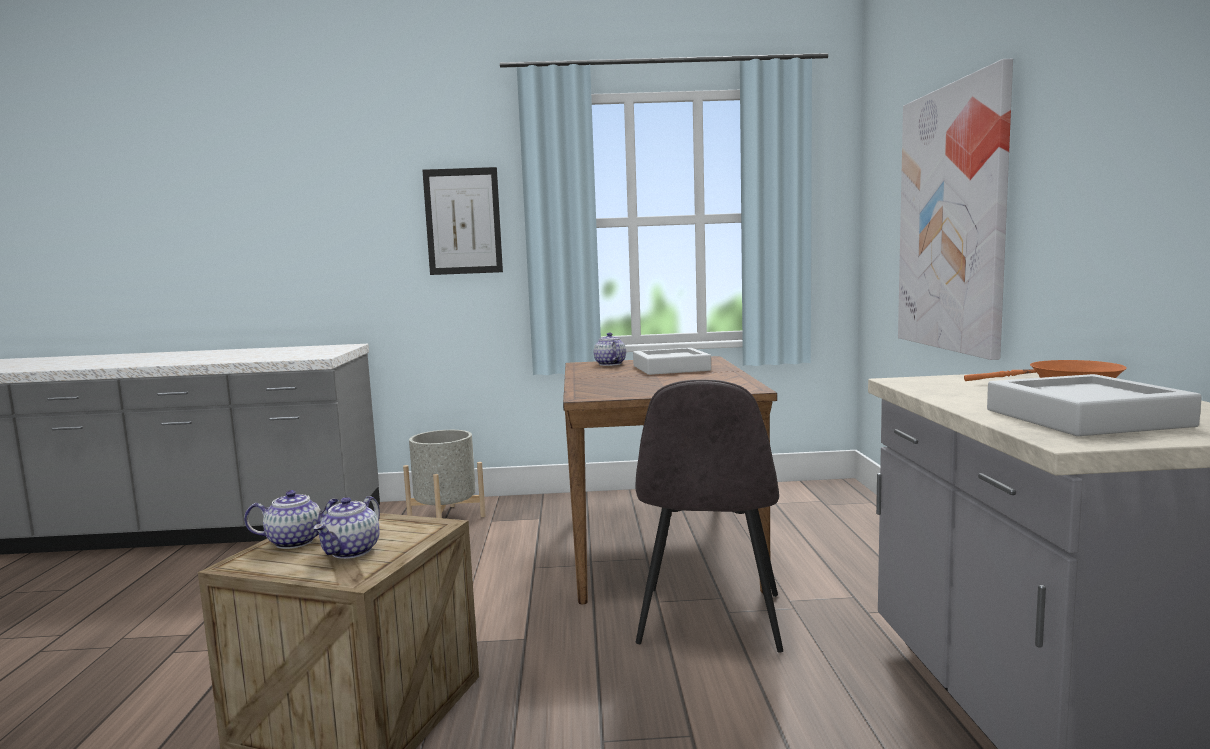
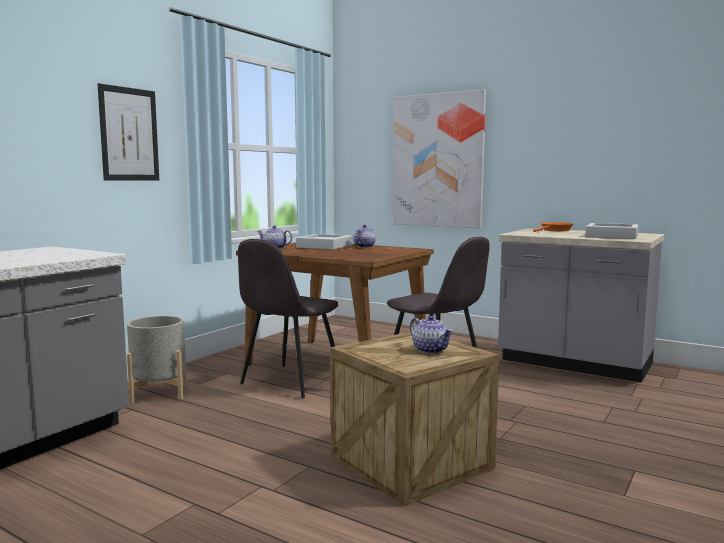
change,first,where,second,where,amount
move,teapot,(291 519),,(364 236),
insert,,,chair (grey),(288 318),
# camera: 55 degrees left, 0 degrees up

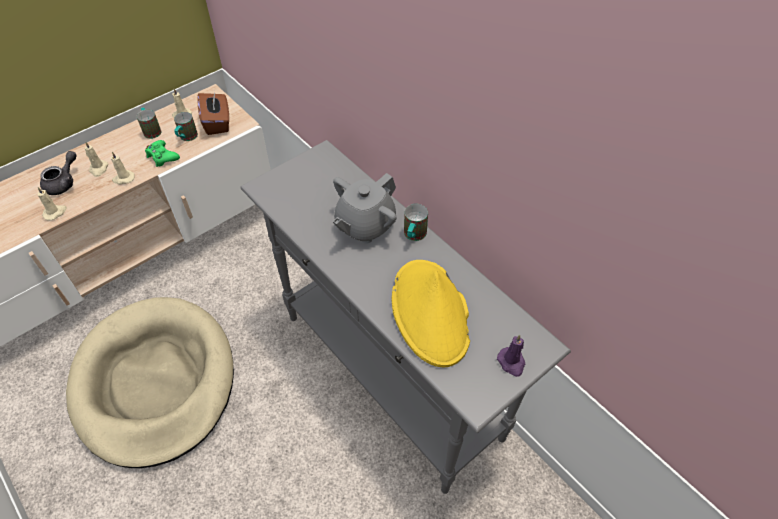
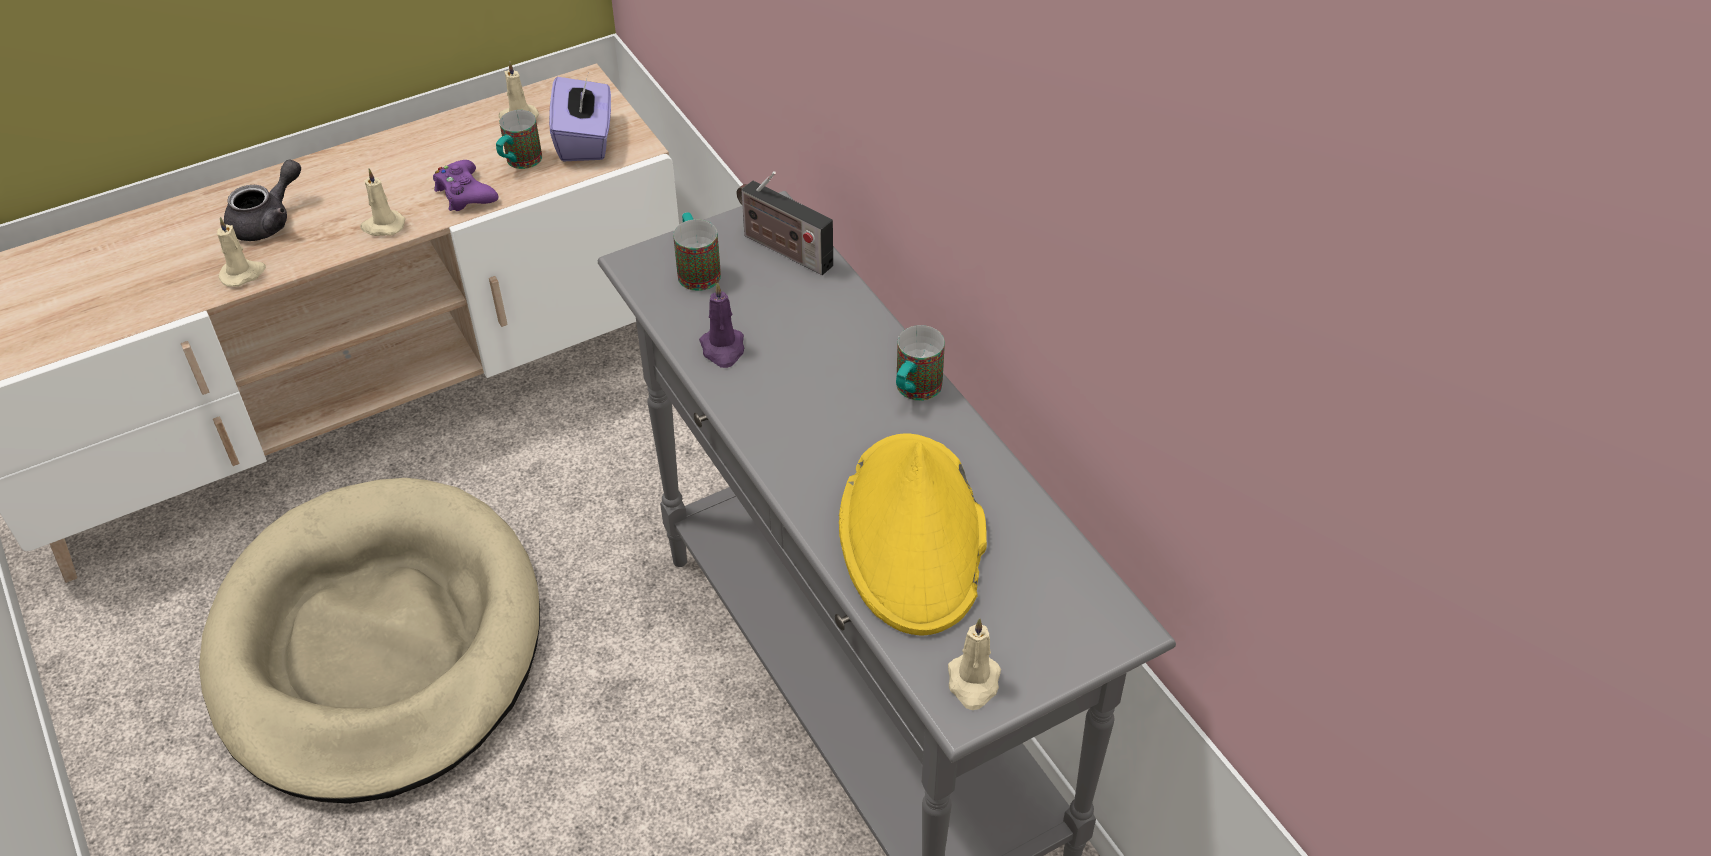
change,first,where,second,where,amount
recolor,tissue box (brown),(213 113),tissue box (purple),(580 119),
move,mug,(149 123),,(697 251),
recolor,game controller (green),(162 153),game controller (purple),(466 185),
move,candle (beige),(96 159),,(974 664),
delete,teapot (grey),(365 208),,,
move,candle (purple),(511 356),,(721 325),
insert,,,radio,(784 223),
# camera: 10 degrees right, 5 degrees down

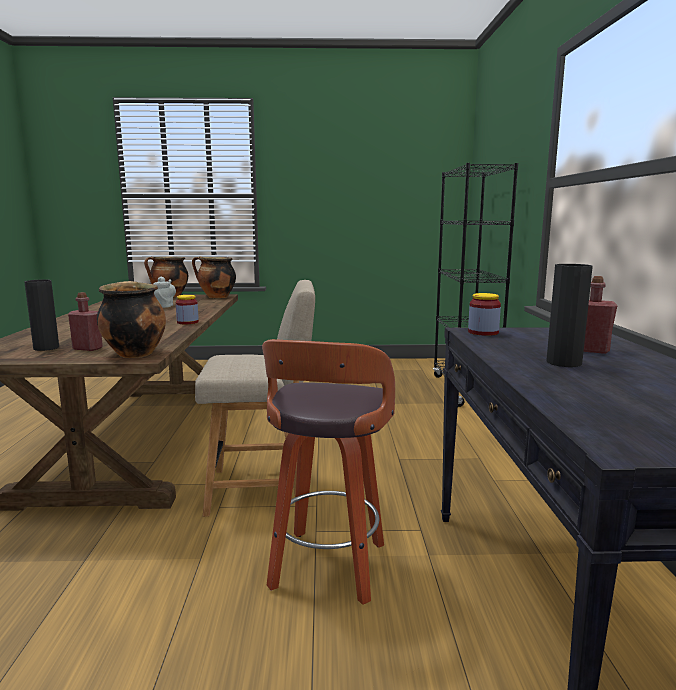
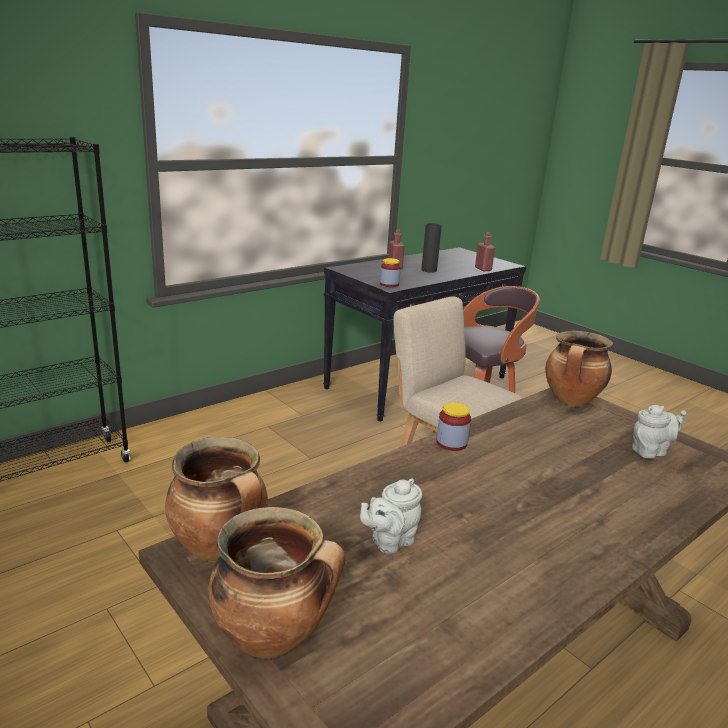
change,first,where,second,where,amount
replace,vase (black),(41 315),teapot (grey),(659 432),
move,bottle (red),(85 321),,(485 251),
# camera: 130 degrees left, 10 degrees up

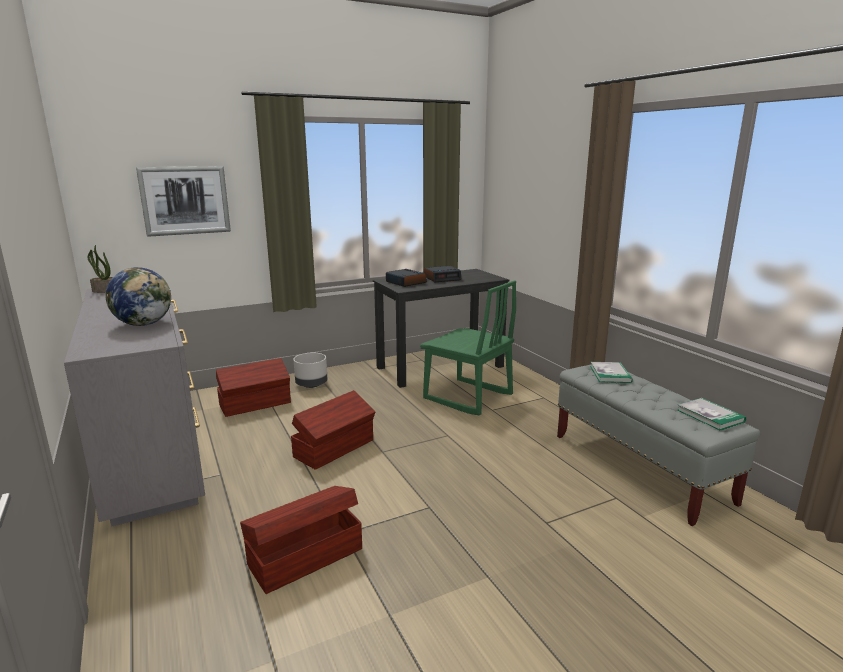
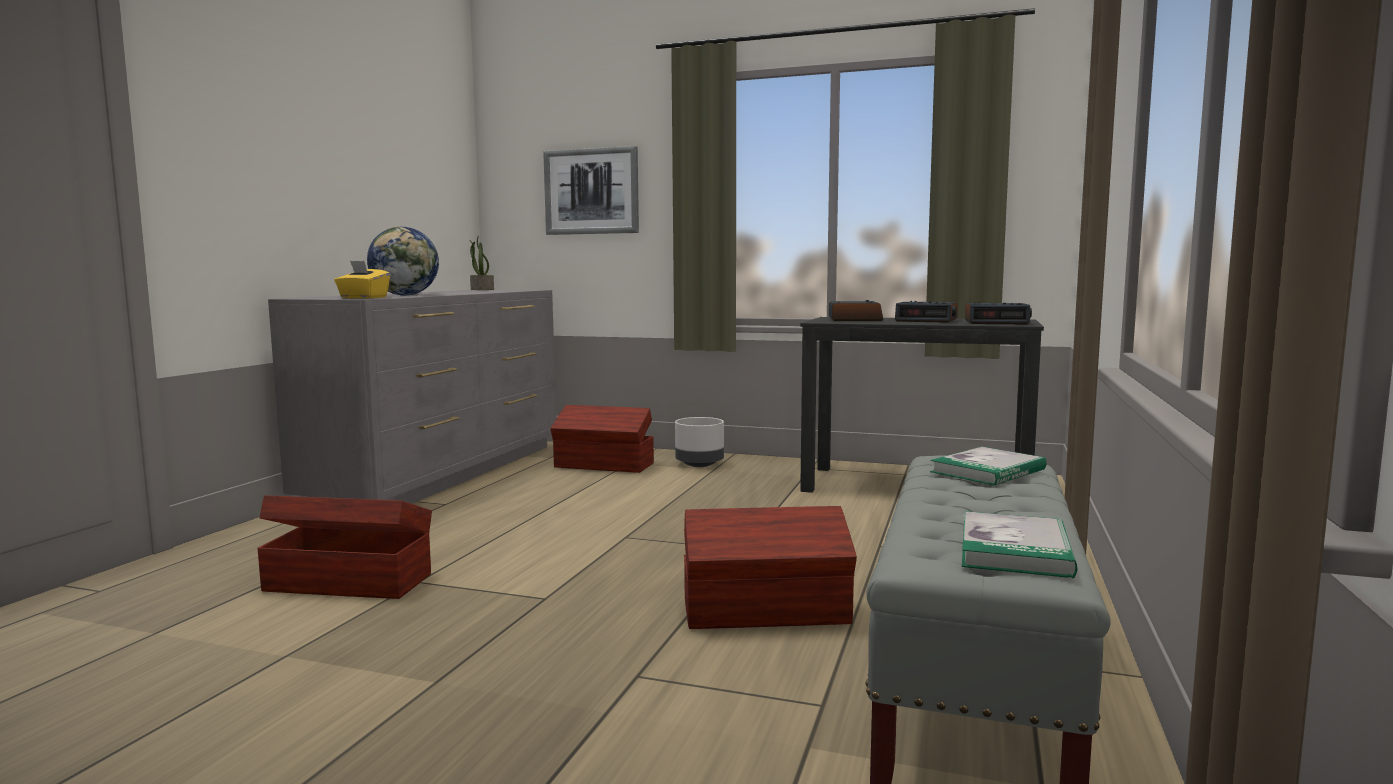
change,first,where,second,where,amount
delete,chair (green),(468 347),,,
move,storage box (brown),(333 430),,(770 567),
insert,,,tissue box (yellow),(362 280),
insert,,,alarm clock,(998 313),
# camera: 45 degrees right, 10 degrees down

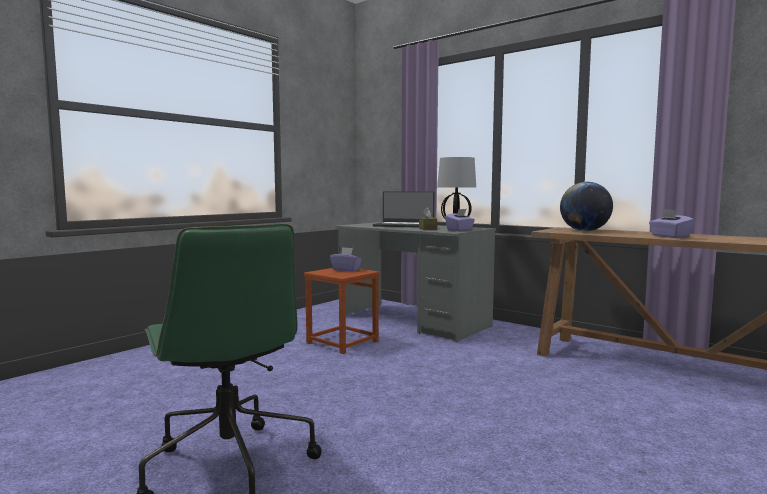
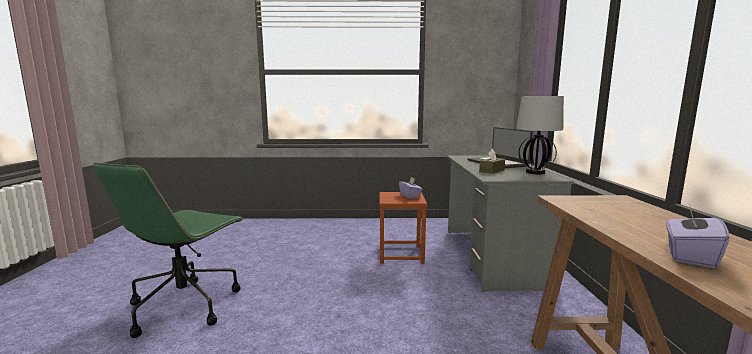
change,first,where,second,where,amount
delete,globe,(586 206),,,
delete,tissue box (purple),(460 220),,,
# camera: 50 degrees right, 5 degrees up

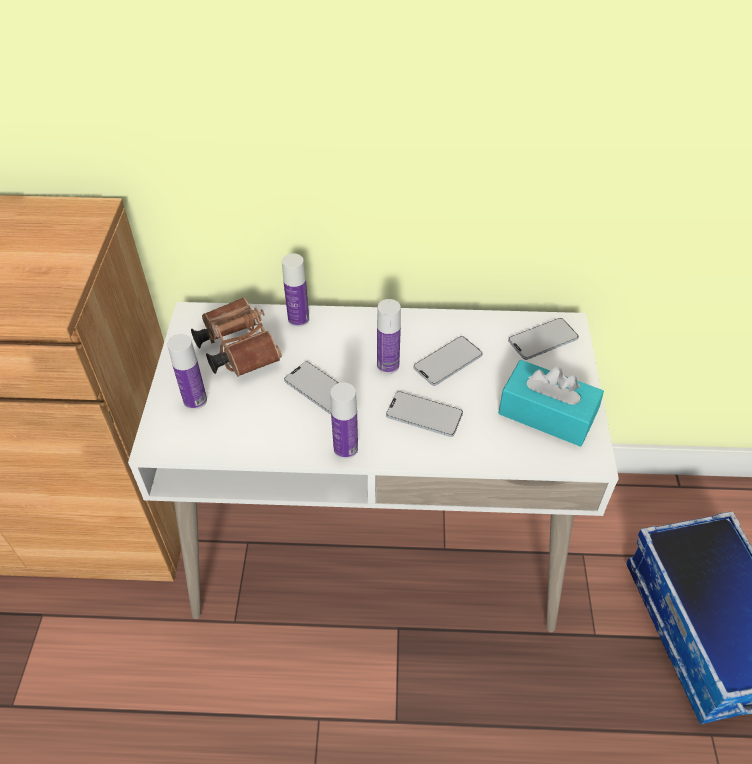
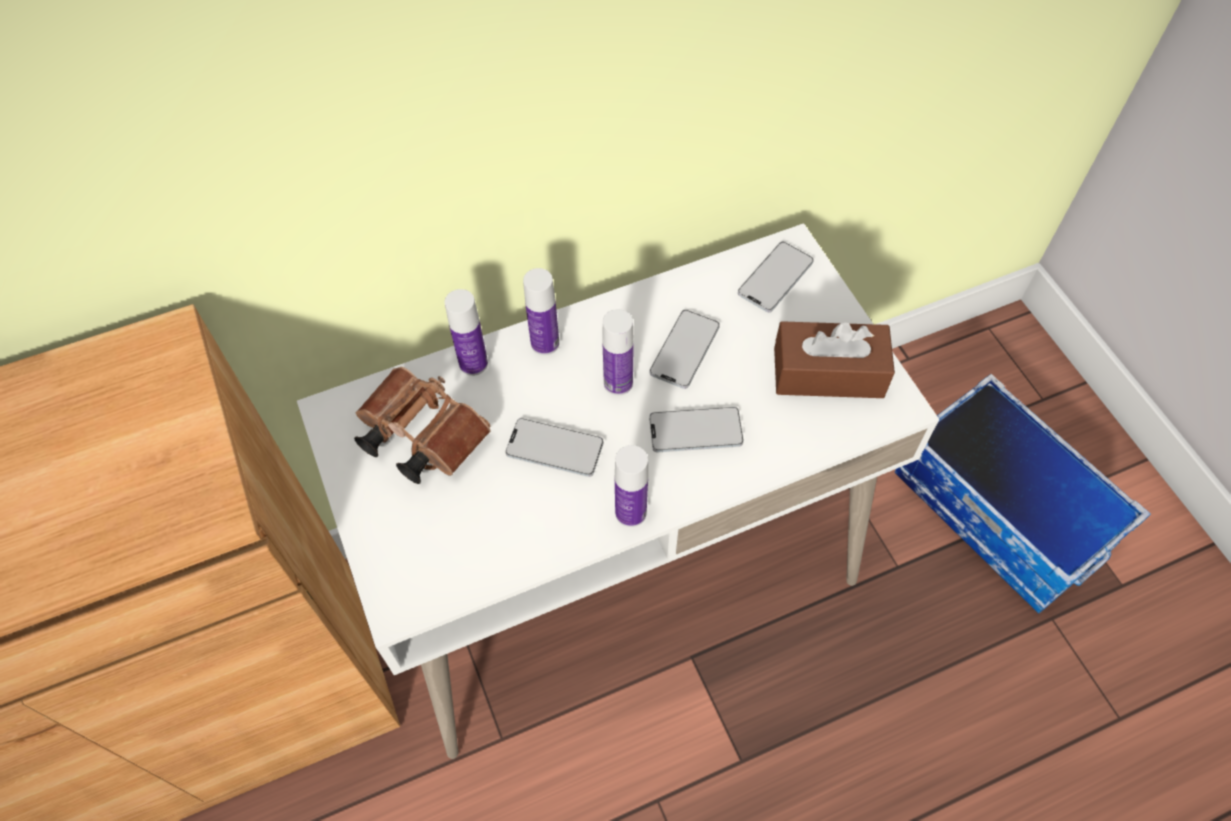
change,first,where,second,where,amount
move,bottle,(187 372),,(541 311),
recolor,tissue box (turquoise),(551 403),tissue box (brown),(834 359),
# camera: 25 degrees left, 10 degrees up

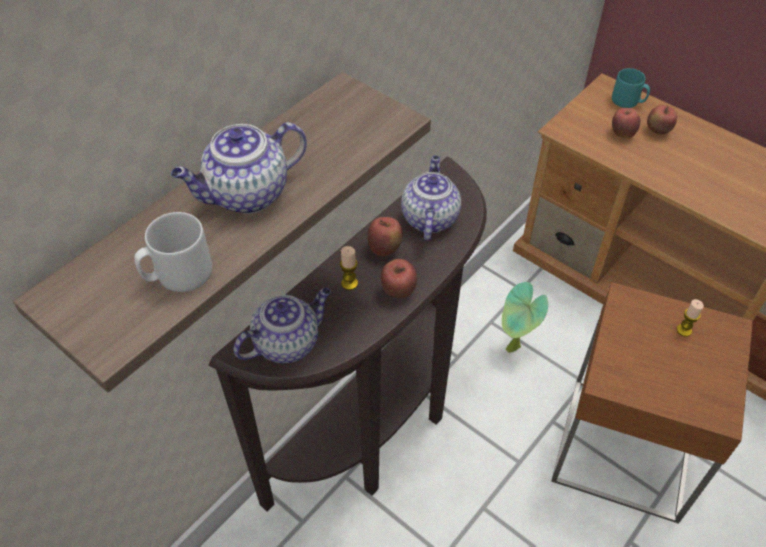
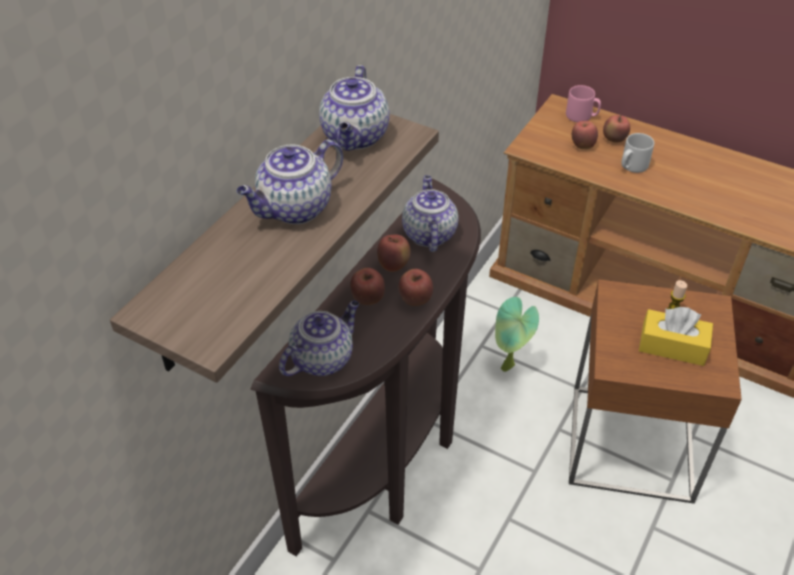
change,first,where,second,where,amount
recolor,mug (turquoise),(631 88),mug (pink),(583 103),
move,mug (grey),(173 252),,(638 153),
replace,candle,(349 268),apple,(367 286),
insert,,,teapot,(354 108),
insert,,,tissue box (yellow),(676 336),
# camera: 10 degrees left, 5 degrees down

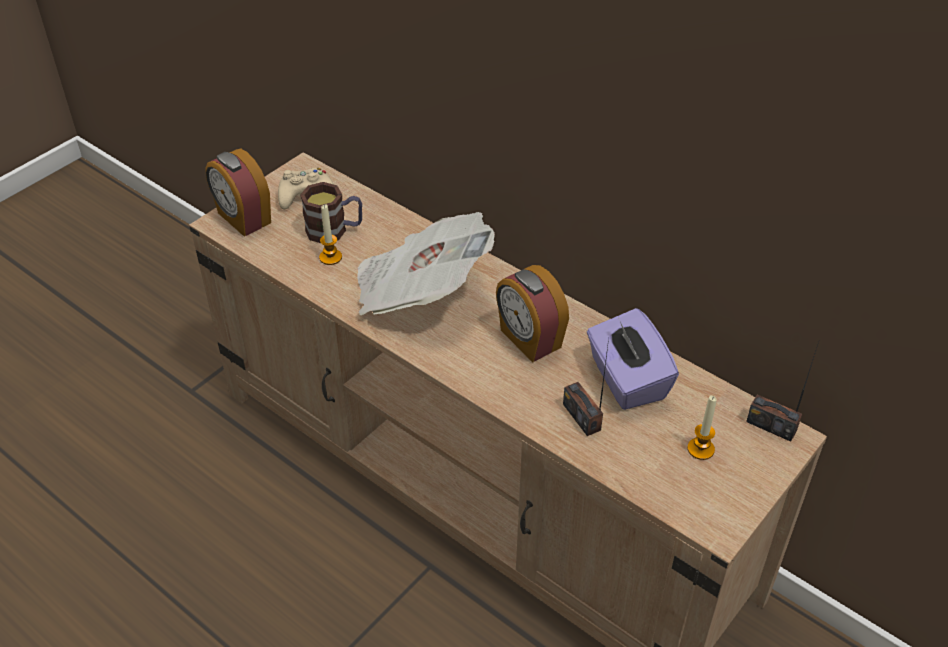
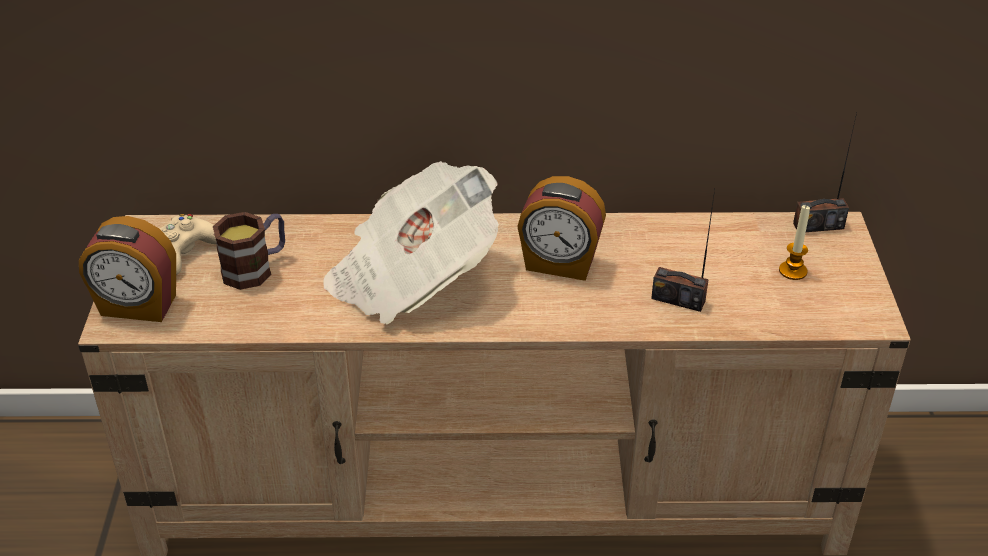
change,first,where,second,where,amount
delete,candle,(330 235),,,
delete,tissue box (purple),(633 359),,,
# camera: 40 degrees left, 5 degrees down

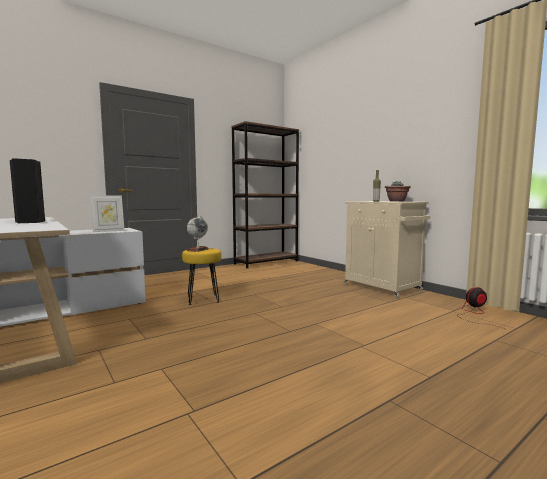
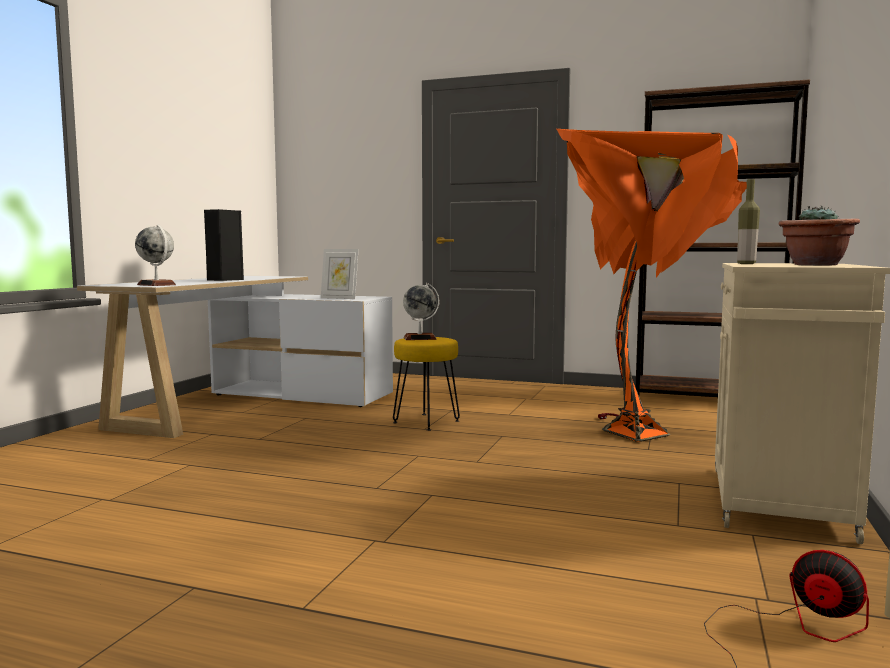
change,first,where,second,where,amount
insert,,,floor lamp (orange),(652 285),
insert,,,globe,(155 255),
# camera: 55 degrees right, 0 degrees up

